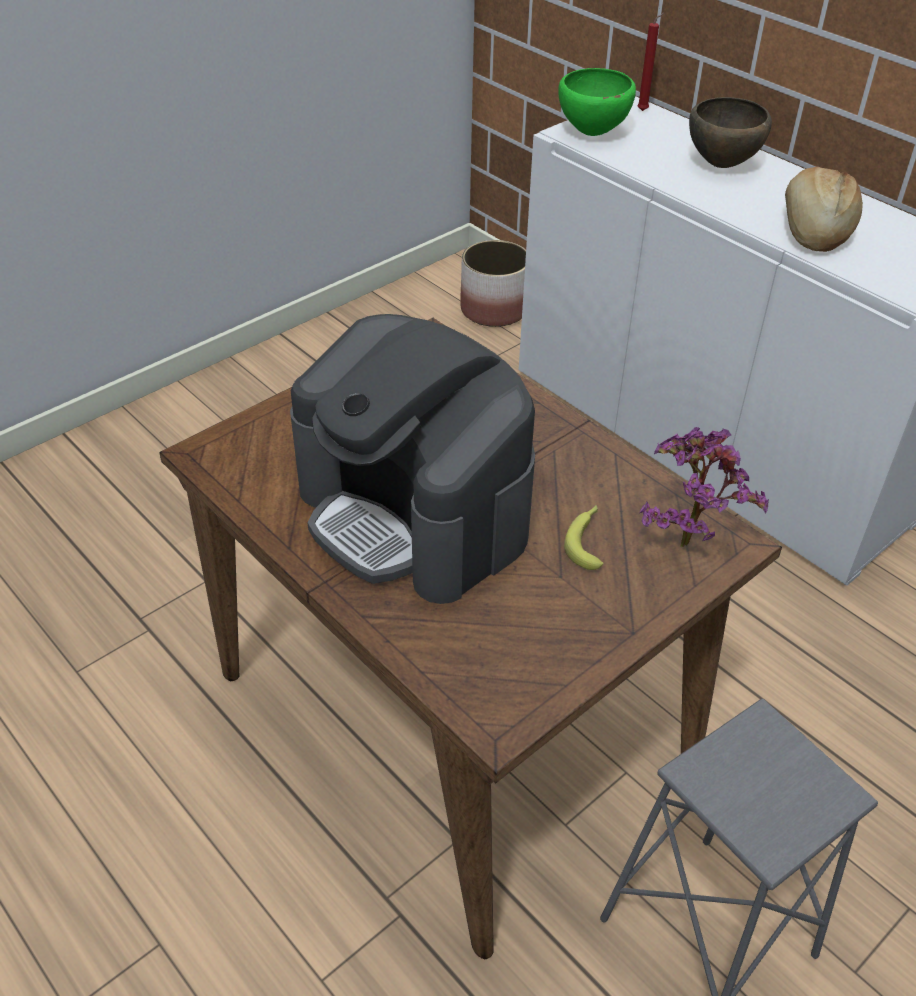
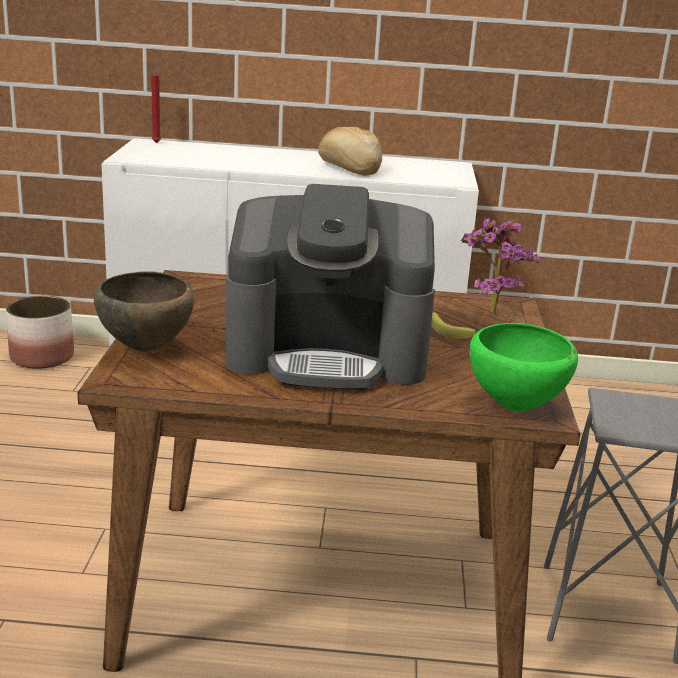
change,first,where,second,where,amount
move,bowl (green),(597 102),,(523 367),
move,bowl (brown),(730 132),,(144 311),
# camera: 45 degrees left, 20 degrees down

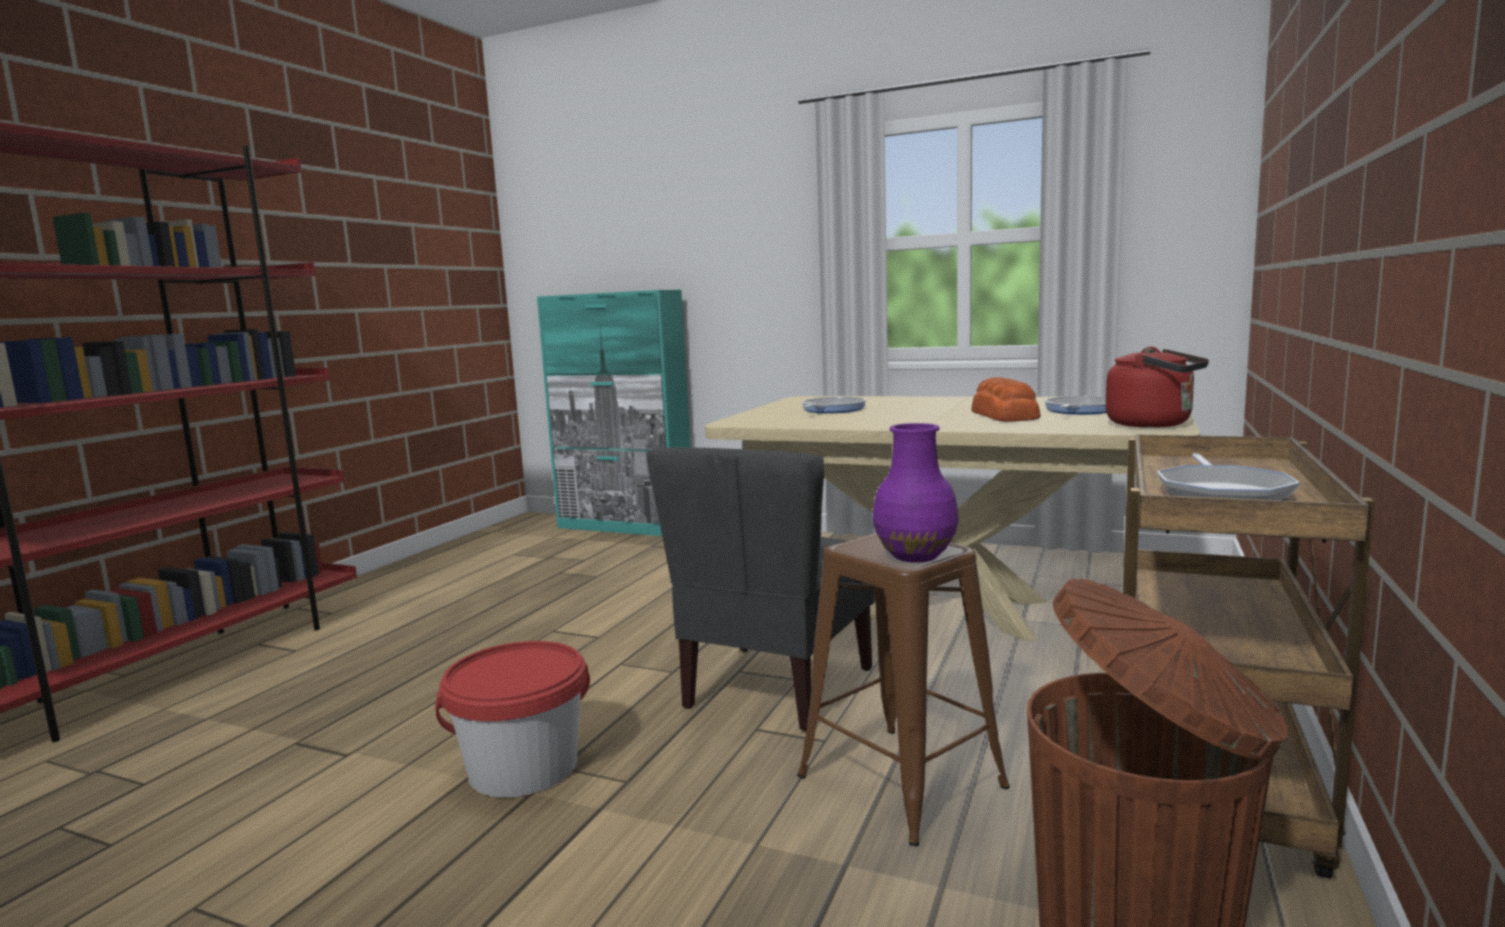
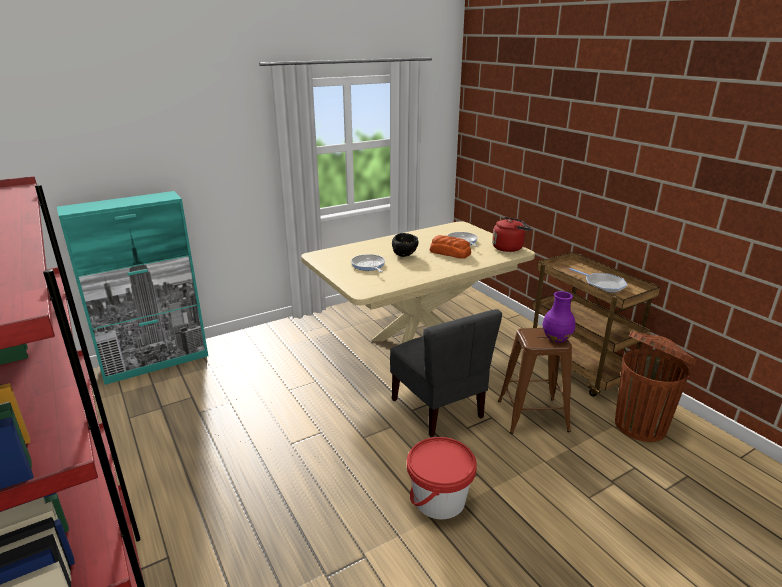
change,first,where,second,where,amount
insert,,,bowl (black),(405 245),
# camera: 55 degrees left, 15 degrees up

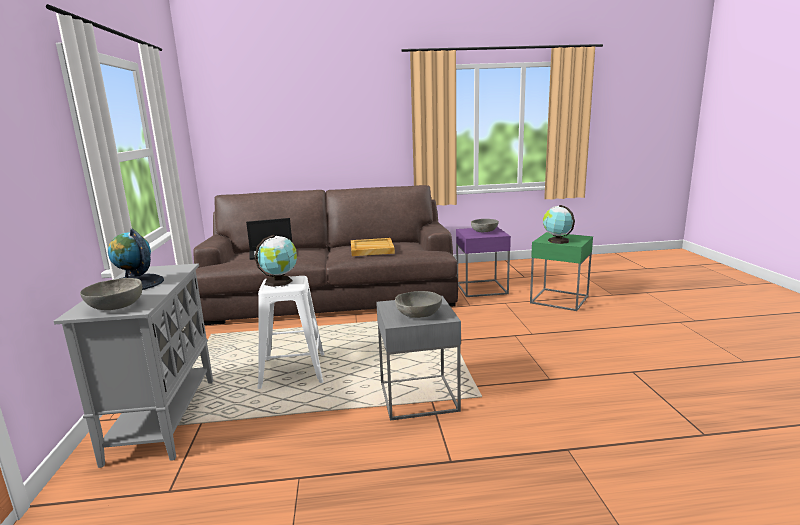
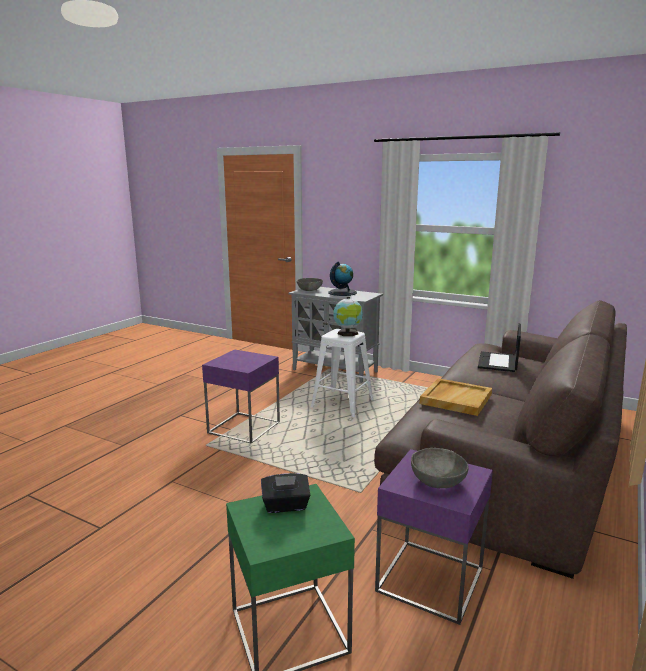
change,first,where,second,where,amount
replace,globe,(559 224),tissue box (black),(286 493),
delete,bowl (grey),(418 304),,,
recolor,side table (grey),(418 358),side table (purple),(241 397),
# camera: 125 degrees right, 0 degrees up

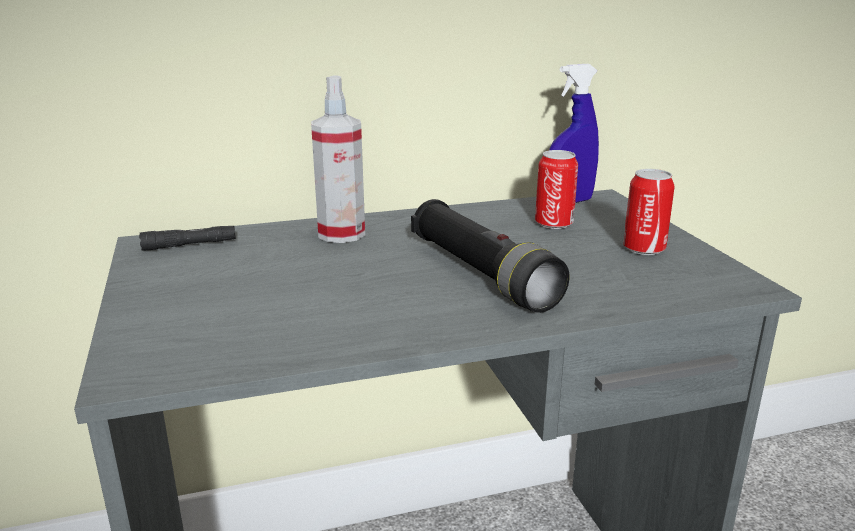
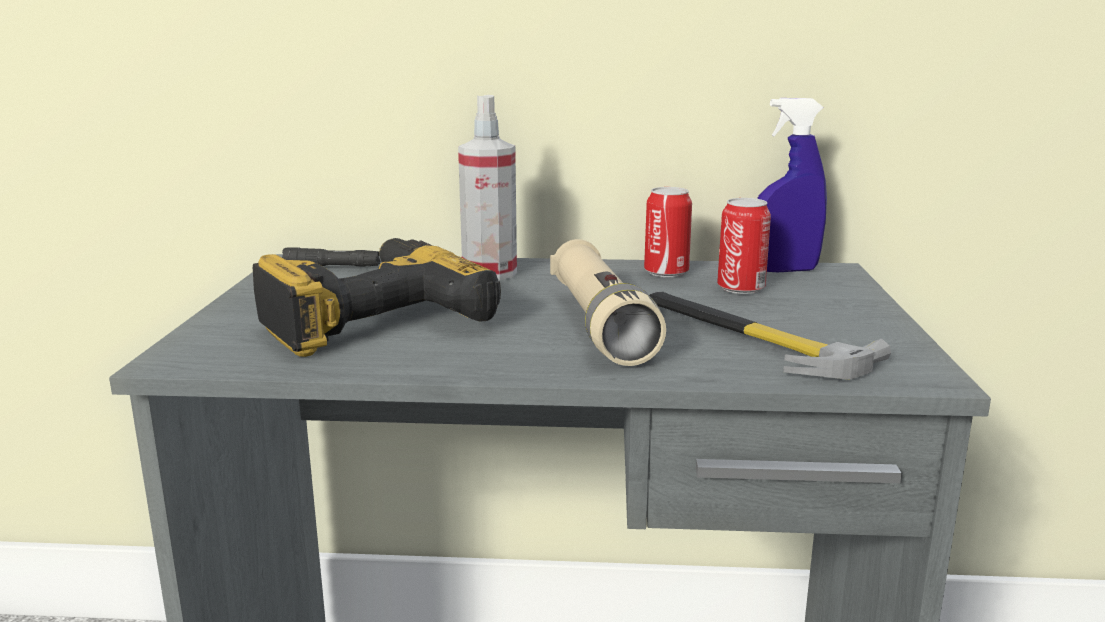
change,first,where,second,where,amount
move,can,(648 212),,(668 232),
recolor,flashlight (black),(490 256),flashlight (beige),(608 302),
insert,,,power drill,(377 297),
insert,,,hammer,(770 335),
# camera: 20 degrees right, 5 degrees down

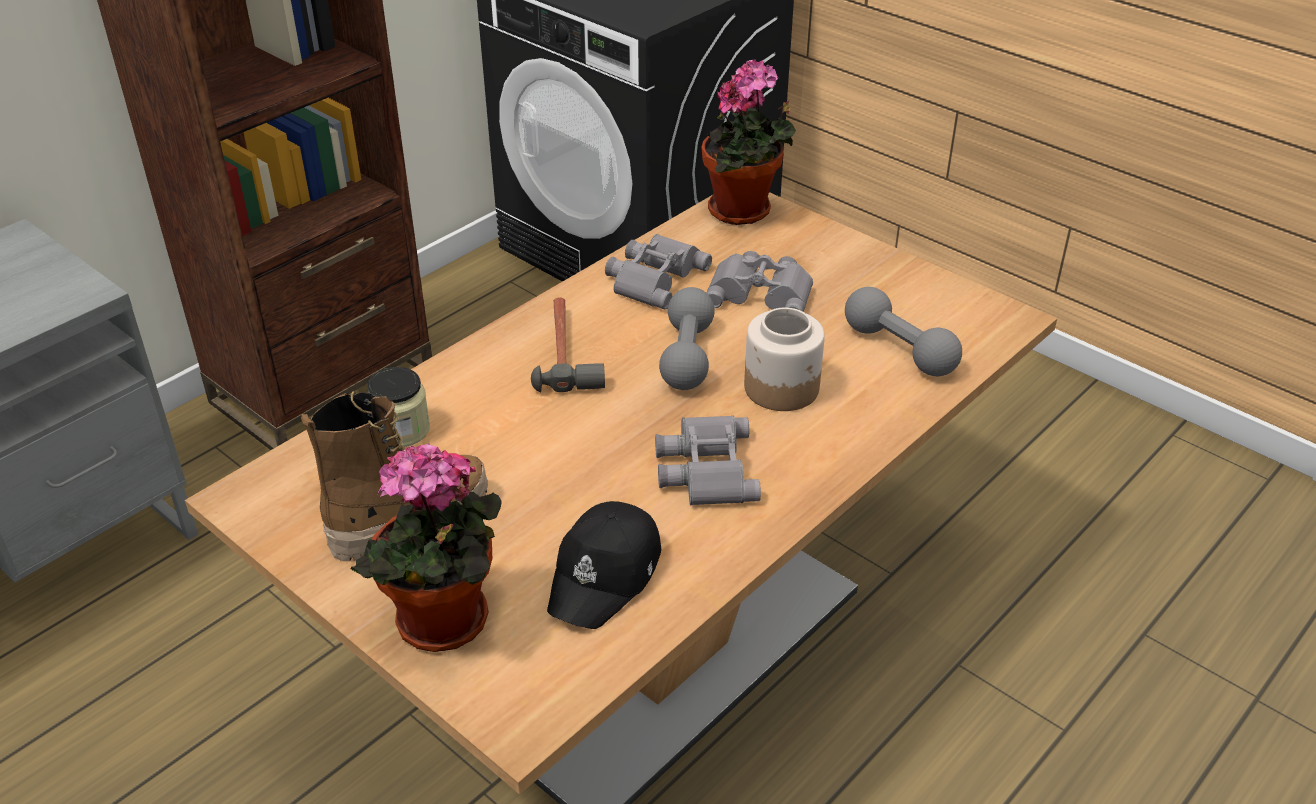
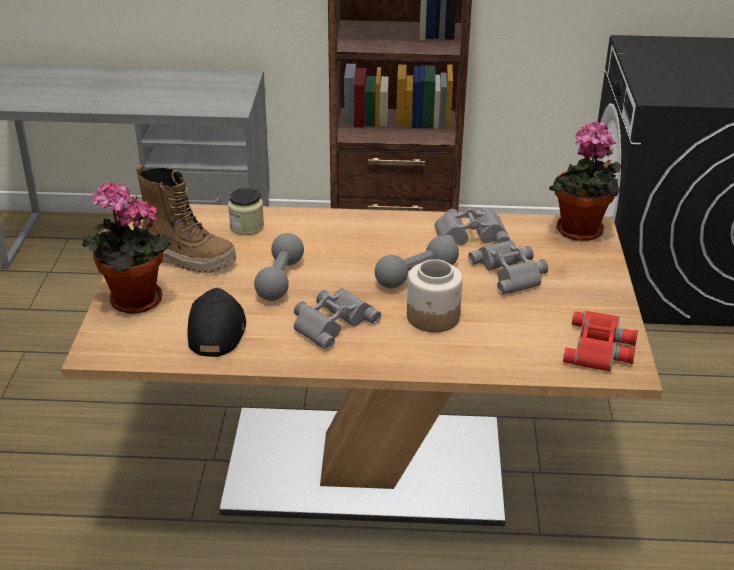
change,first,where,second,where,amount
move,dumbbell (grey),(903 331),,(279 267),
delete,hammer,(568 344),,,
rotate,cap (black),(604 565),,(216 322),105 degrees clockwise
insert,,,binoculars (red),(600 341),
# camera: 50 degrees right, 5 degrees down

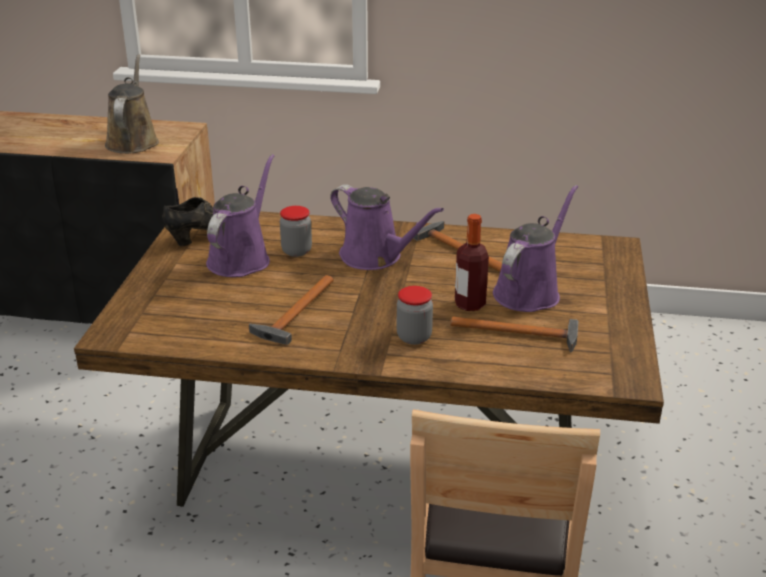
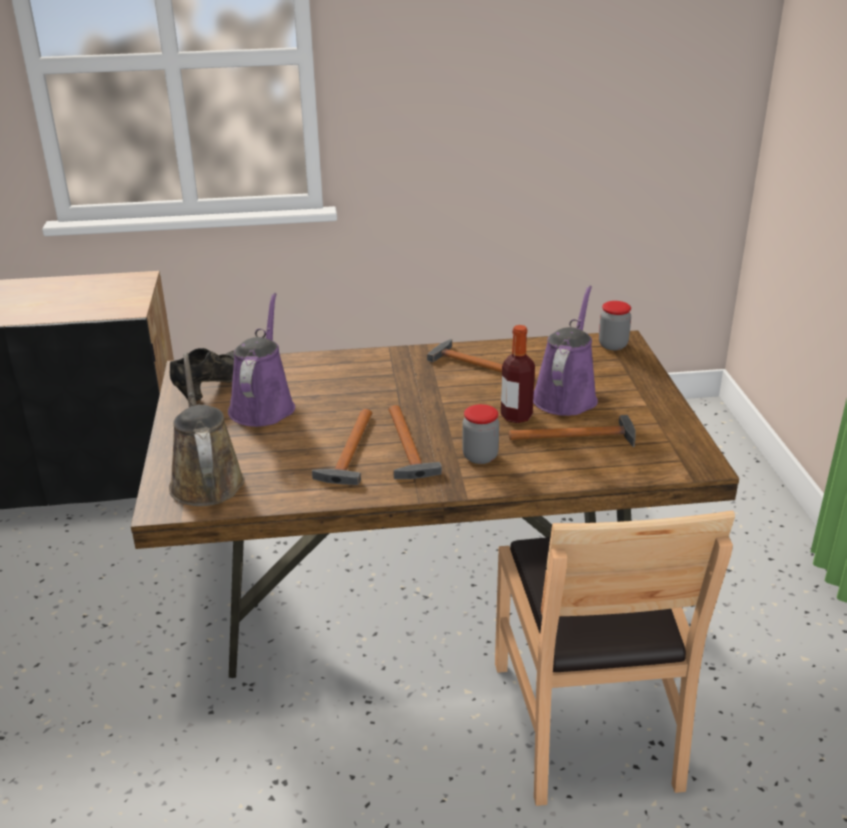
change,first,where,second,where,amount
move,watering can (brown),(132 104),,(207 429),
delete,watering can (purple),(387 227),,,
move,jar,(296 231),,(615 325),
insert,,,hammer,(415 442),
# camera: 15 degrees left, 0 degrees up

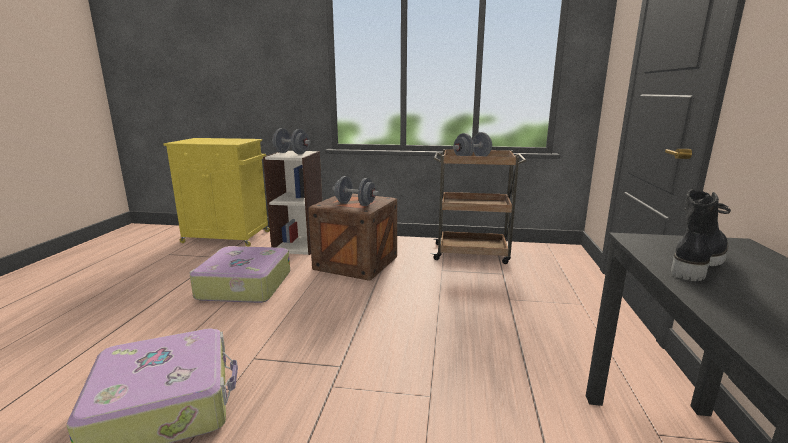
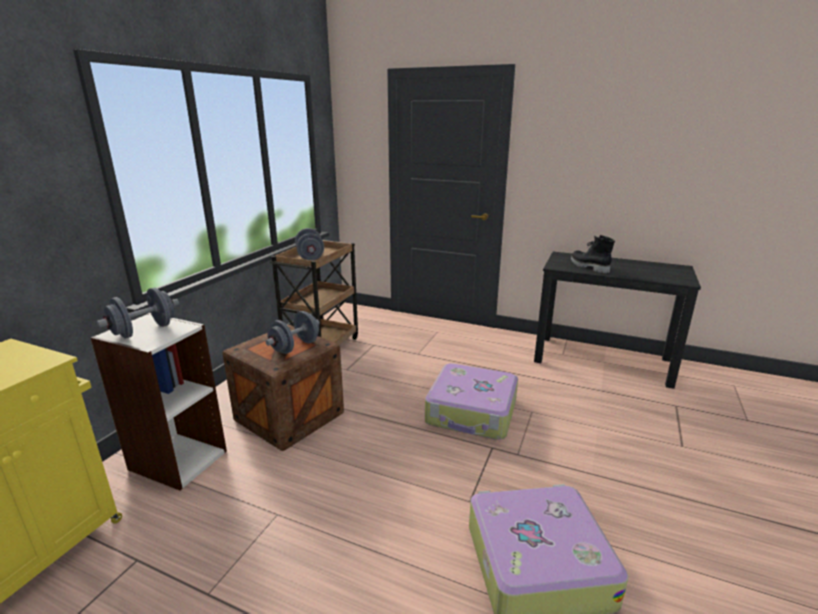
change,first,where,second,where,amount
move,suitcase,(239 274),,(471 401),
# camera: 75 degrees left, 5 degrees up

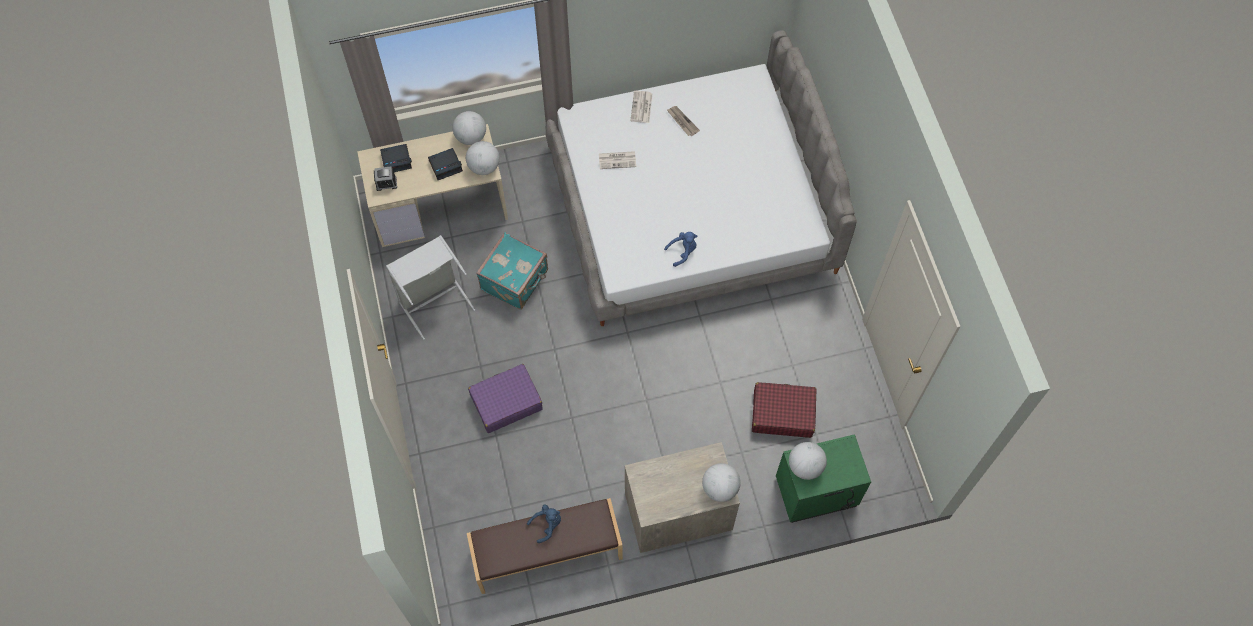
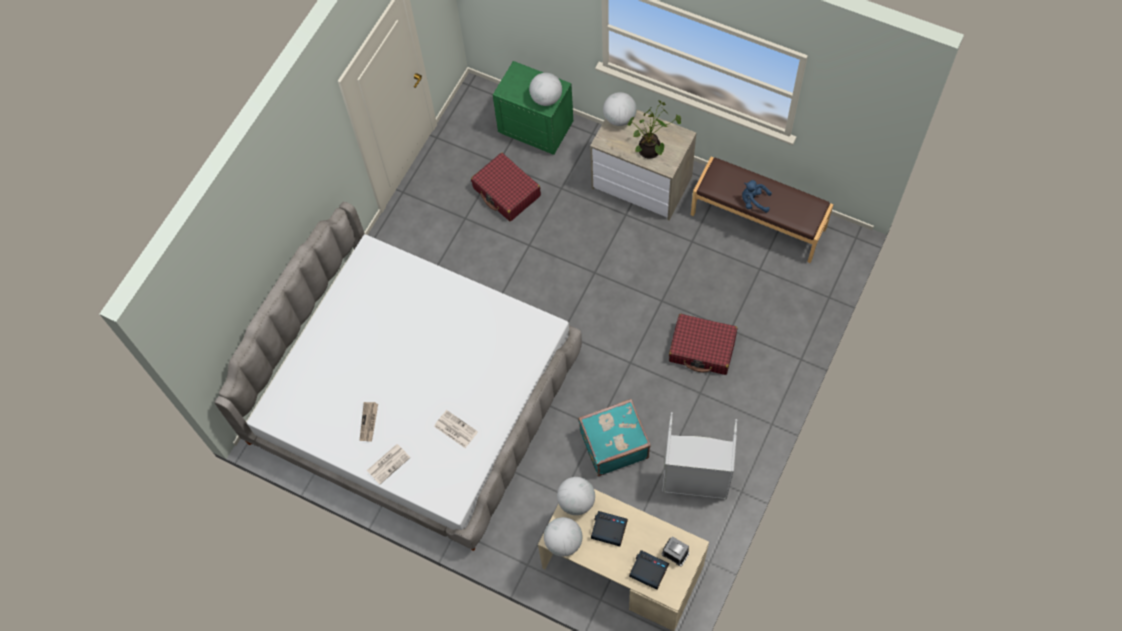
change,first,where,second,where,amount
delete,plush toy (blue),(680 249),,,
recolor,suitcase (purple),(505 398),suitcase (red),(703 344),
insert,,,potted plant,(654 129),
# camera: 135 degrees left, 0 degrees up

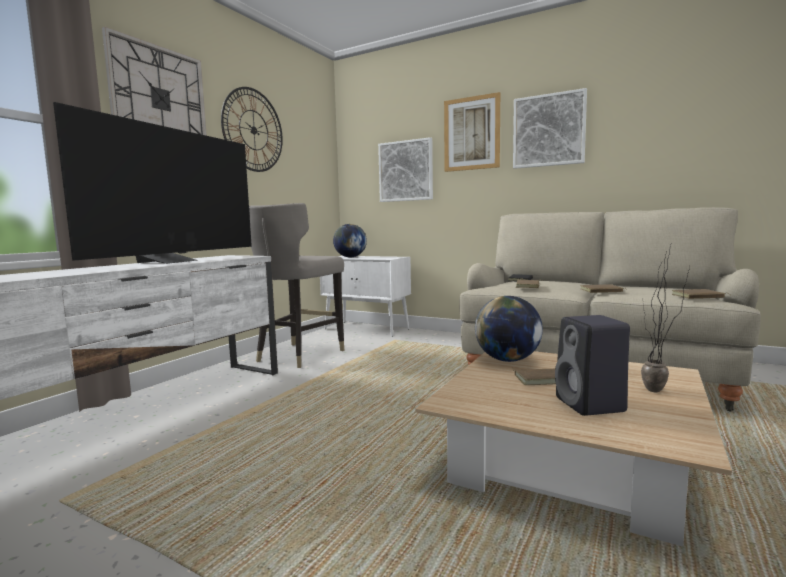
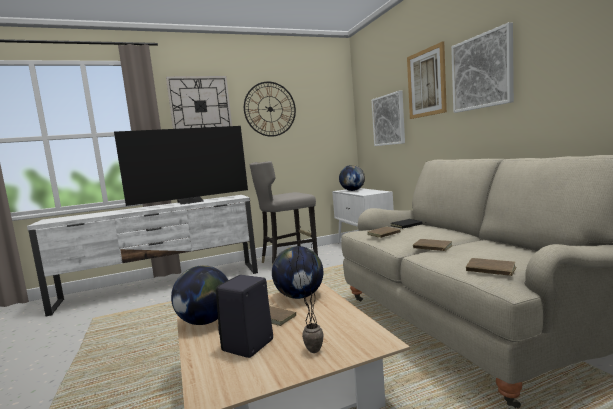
change,first,where,second,where,amount
insert,,,globe,(199 295),
# camera: 40 degrees right, 0 degrees up

